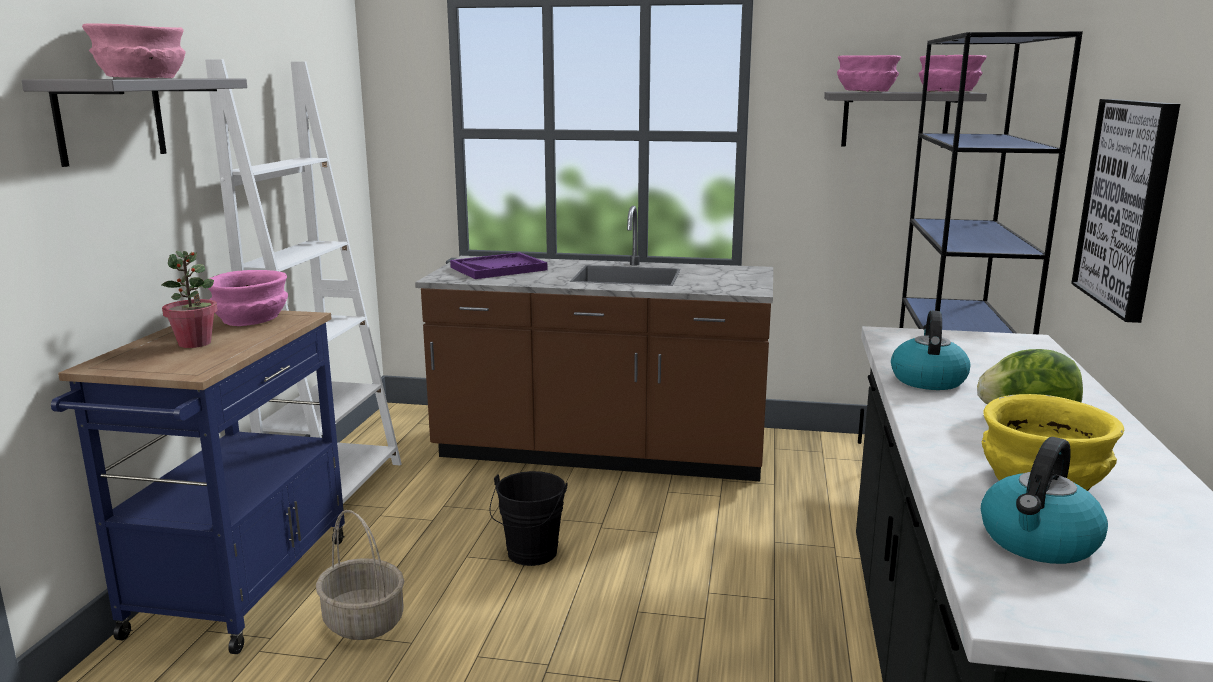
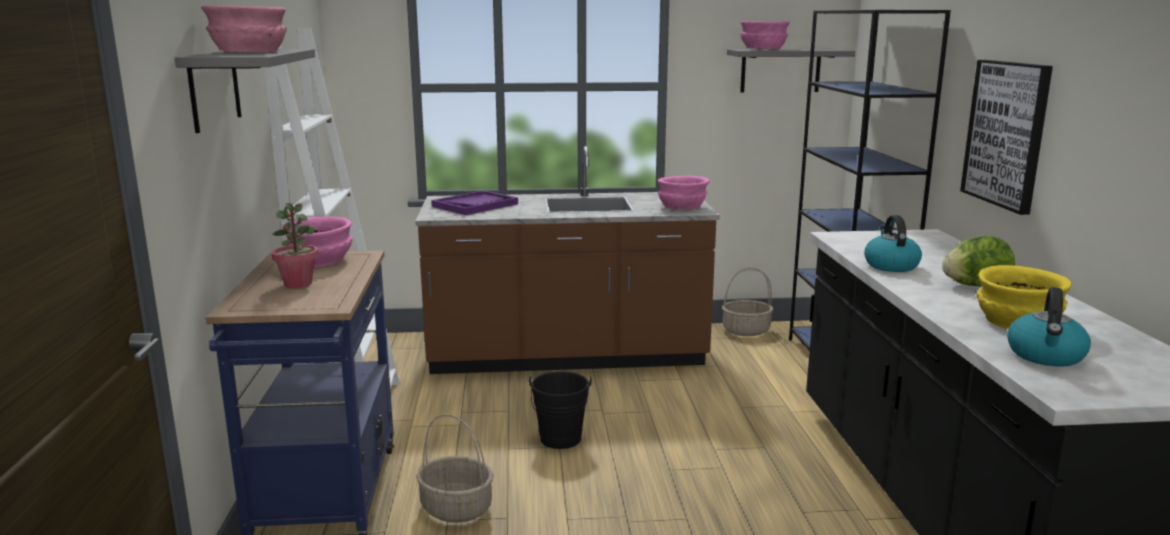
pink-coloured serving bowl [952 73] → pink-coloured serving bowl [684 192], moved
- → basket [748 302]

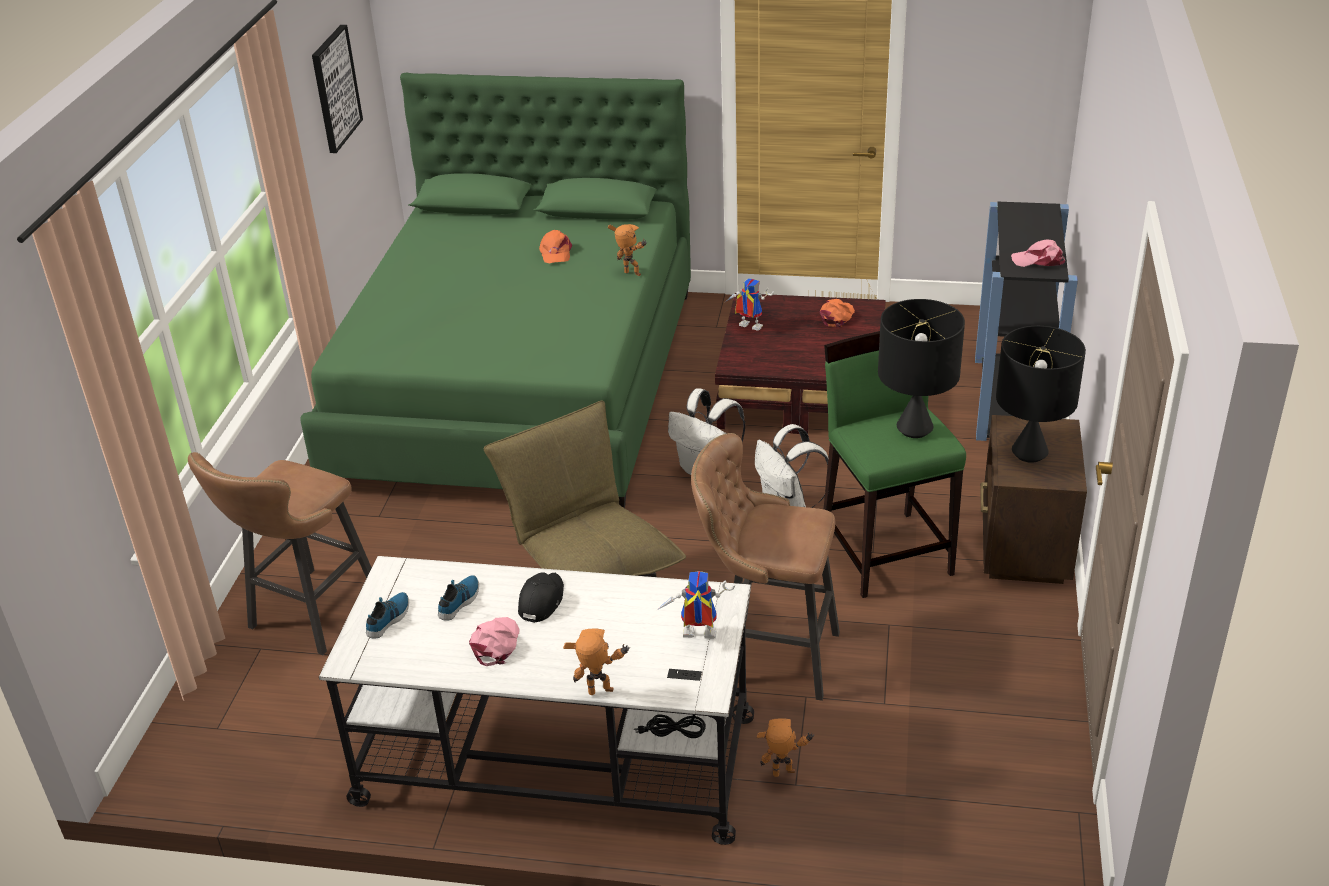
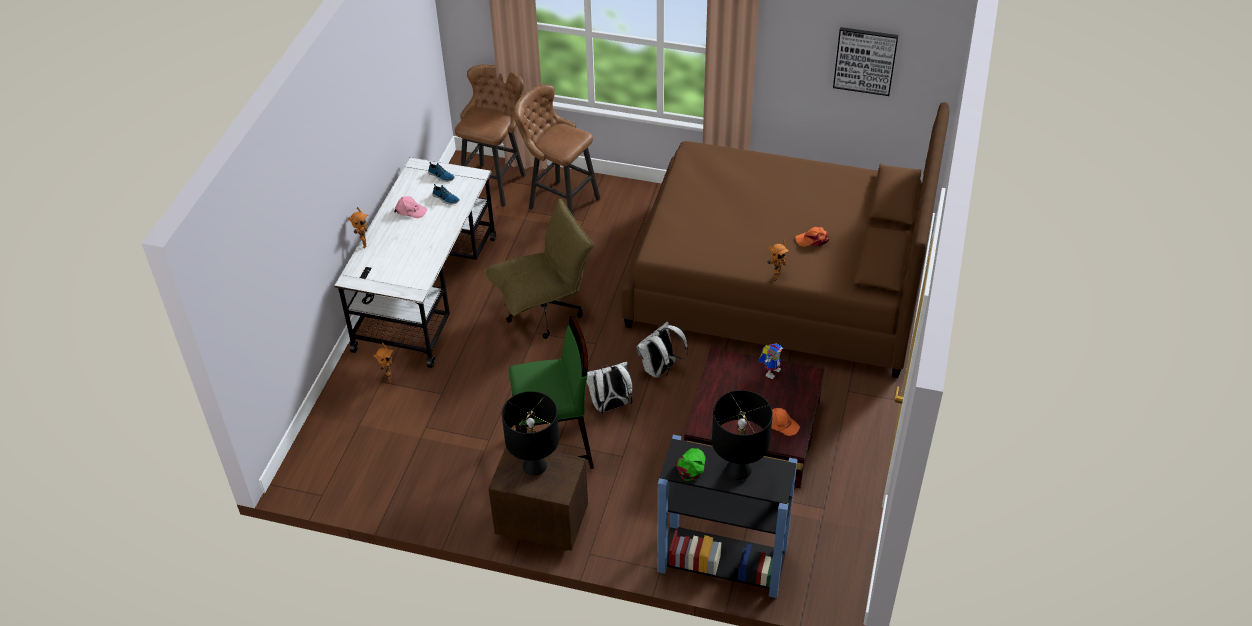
green-coloured bed [496 290] → brownish bed [785 240]
blackish cap [541 597] → -
toy robot [696 605] → -
brownish sitting stool [765 567] → brownish sitting stool [490 135], moved
blackish lamp for a table [921 368] → blackish lamp for a table [742 435], moved
pink-coloured cap [1038 253] → green-coloured cap [691 464]

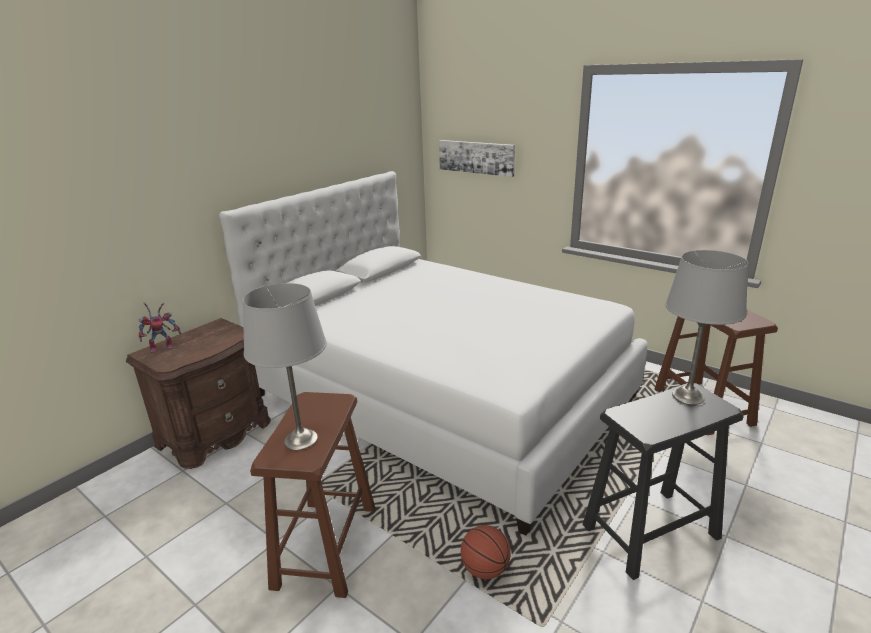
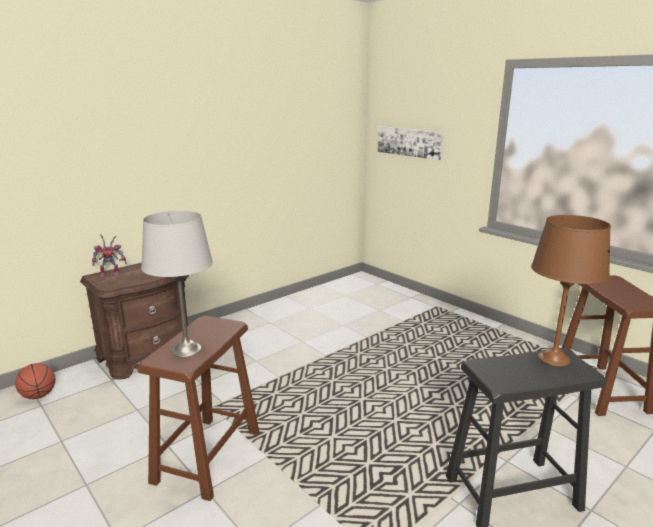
white-coloured bed [433 353] → -
ball for basketball [486 552] → ball for basketball [35 381], moved
greyish lamp for a table [706 327] → brownish lamp for a table [571 290]

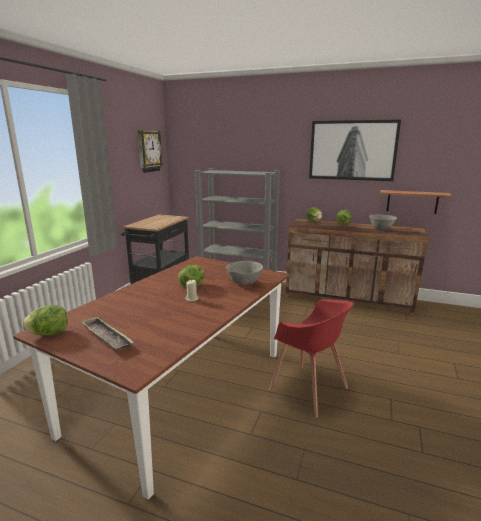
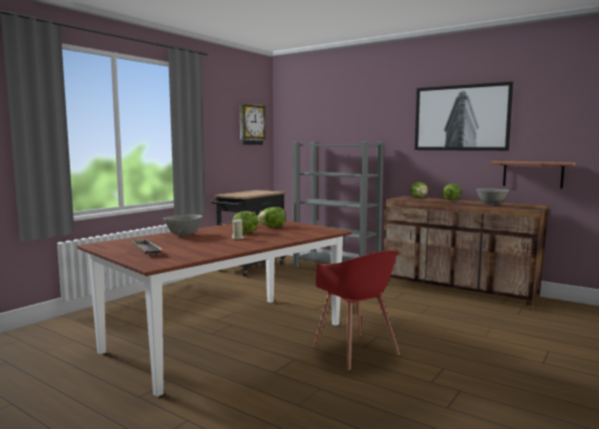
lettuce head [44 320] → lettuce head [272 217], moved
greyish serving bowl [244 273] → greyish serving bowl [183 225], moved

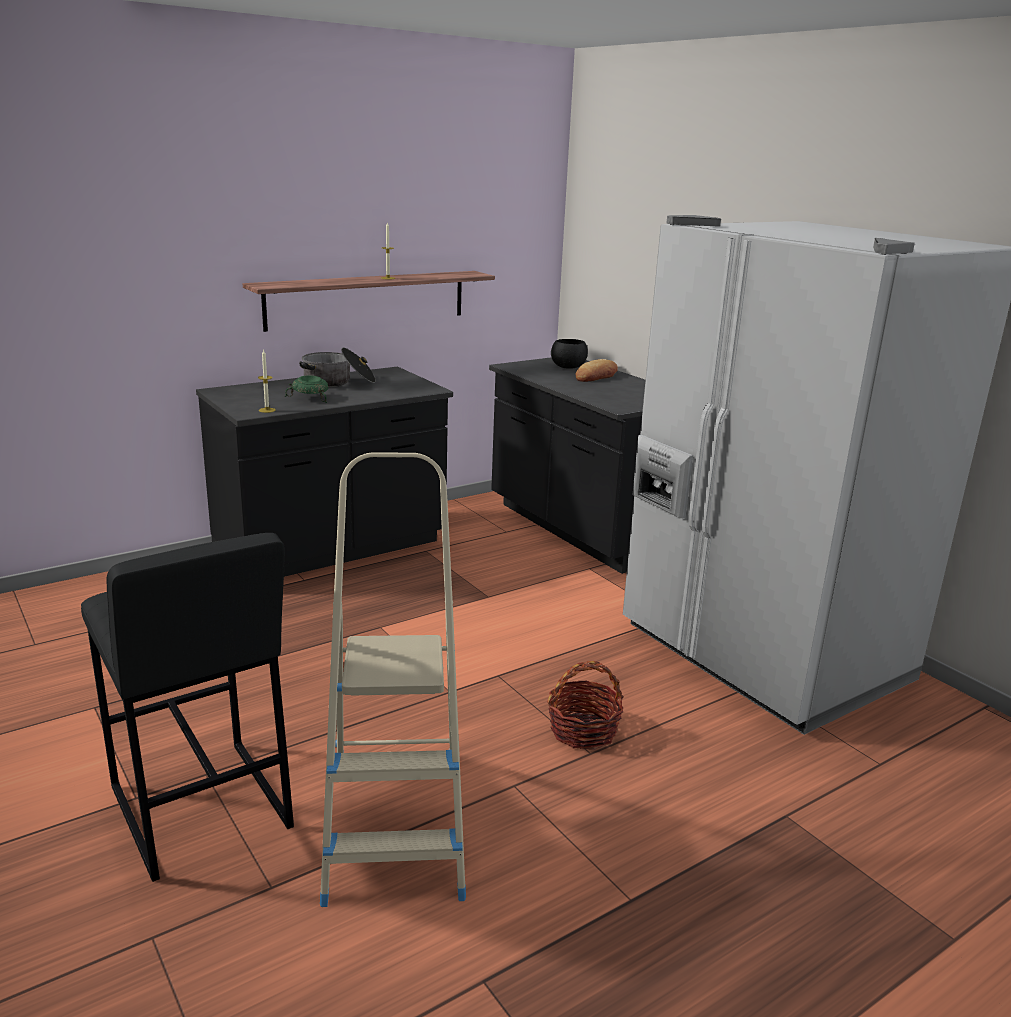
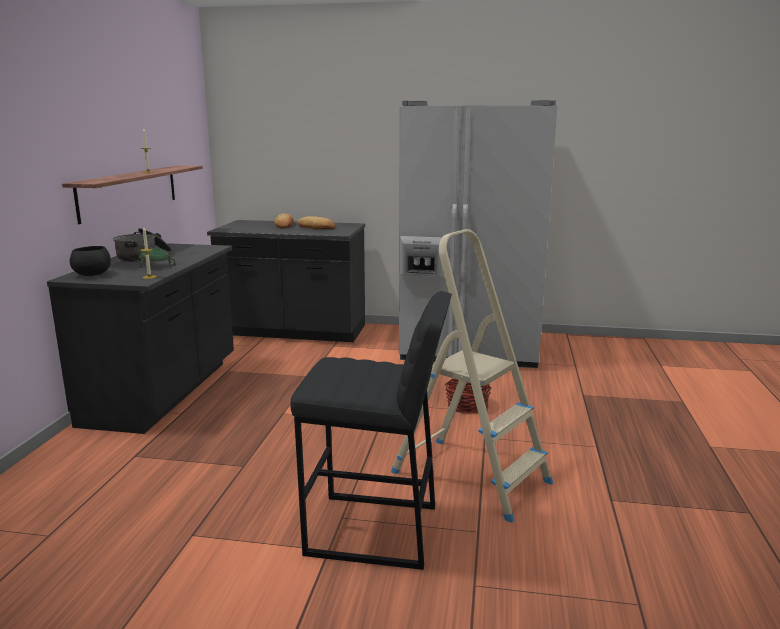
blackish serving bowl [569 354] → blackish serving bowl [90 261], moved
- → bread [316 222]

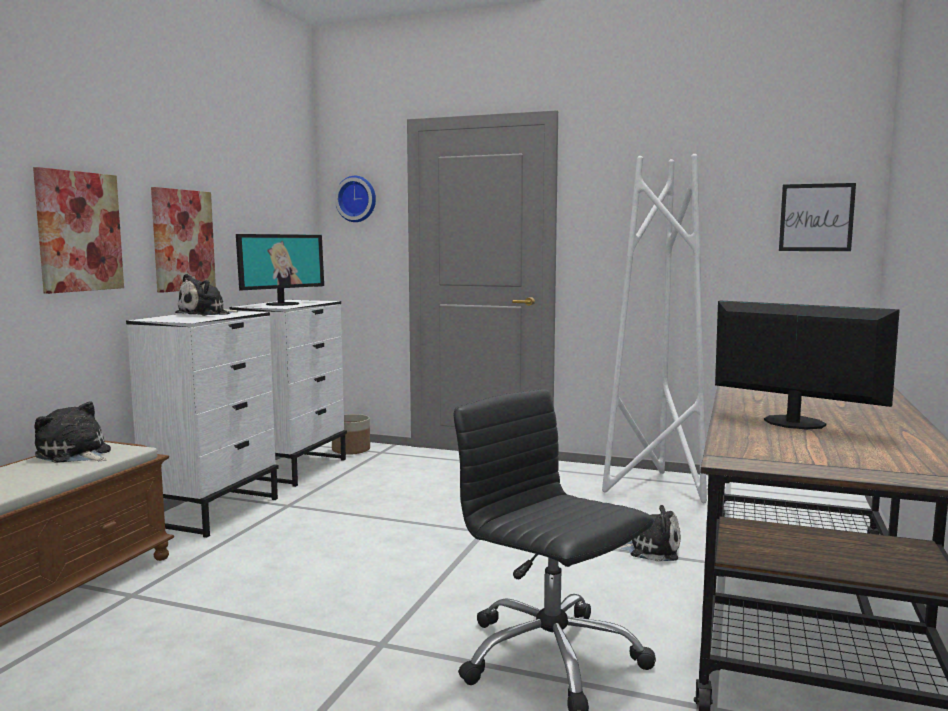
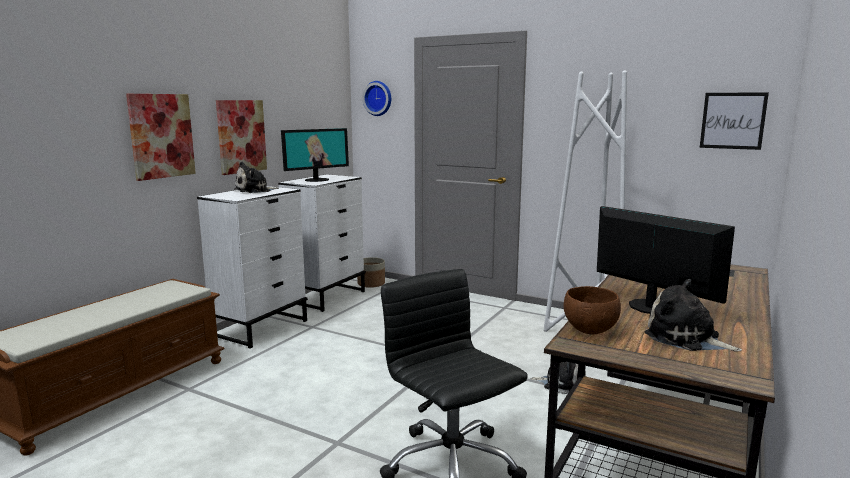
cuddly toy [72 432] → cuddly toy [693 315], moved
- → brownish serving bowl [592 310]

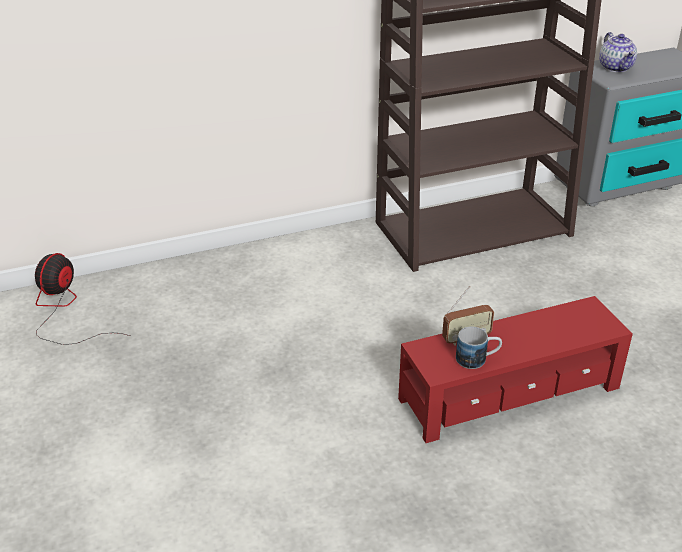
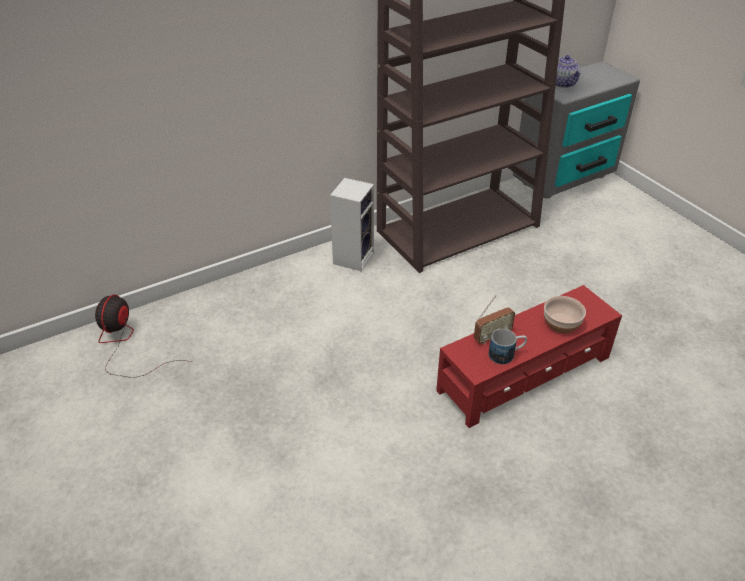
- → speaker [352 224]
- → serving bowl [565 314]

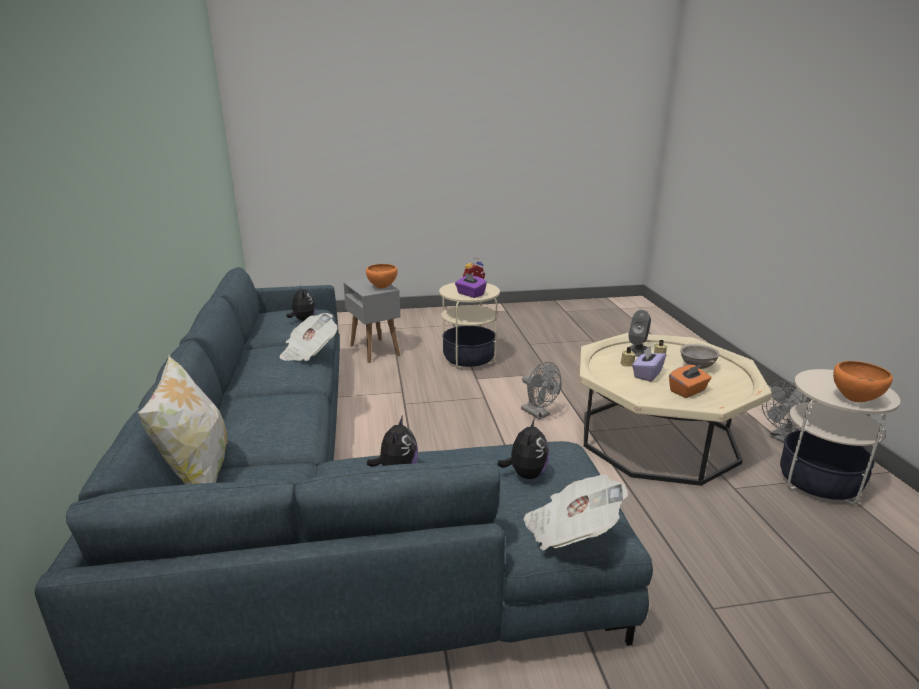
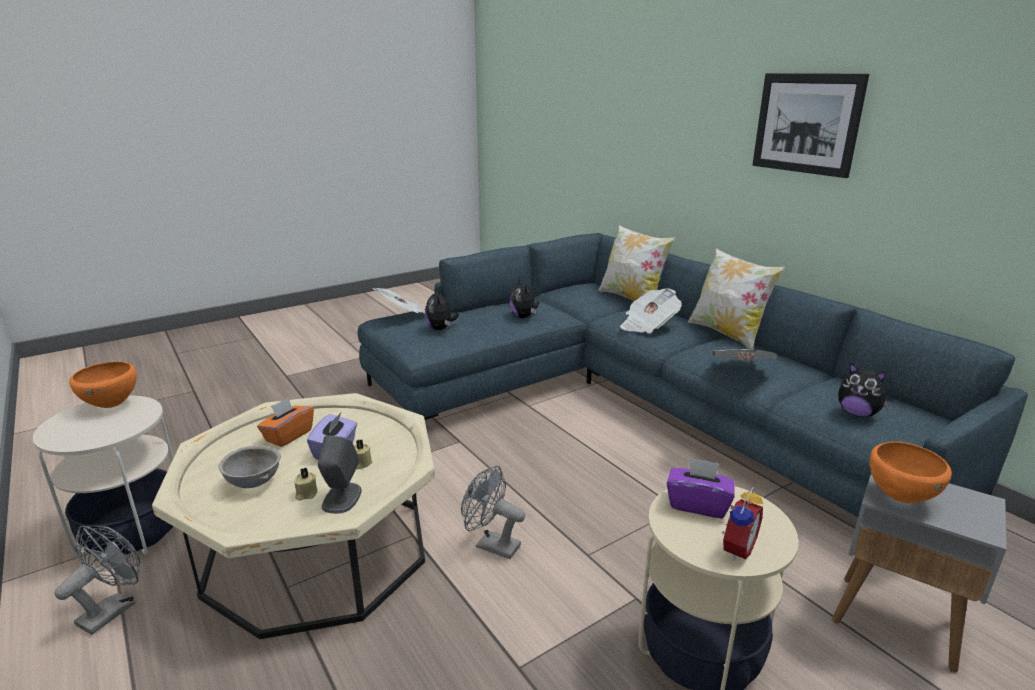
- → printed paper [651 310]
- → pillow [736 299]
- → wall art [810 125]

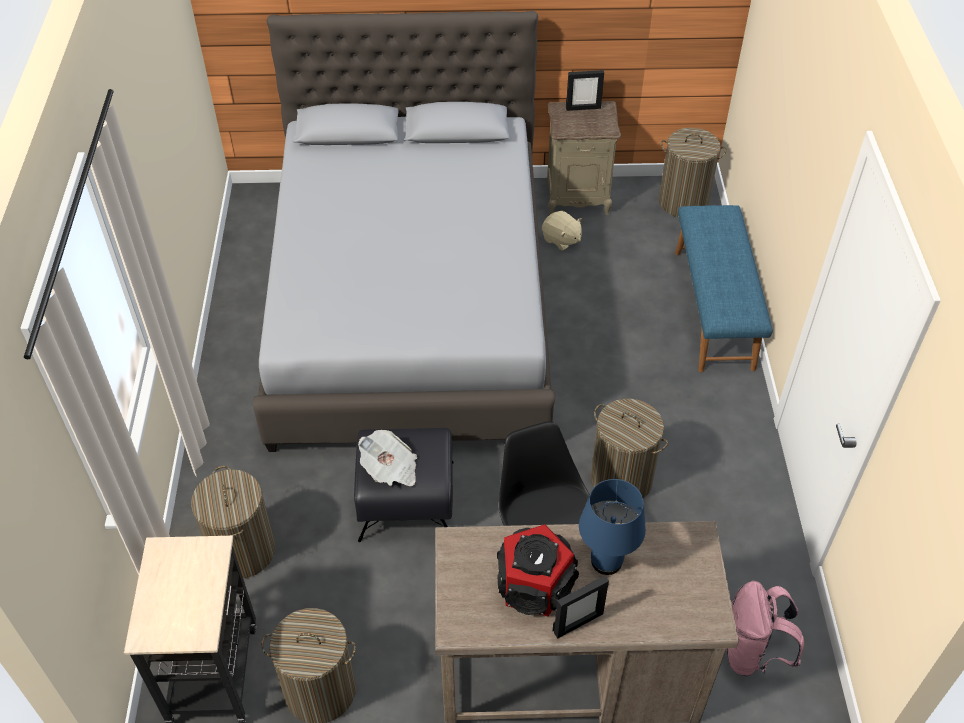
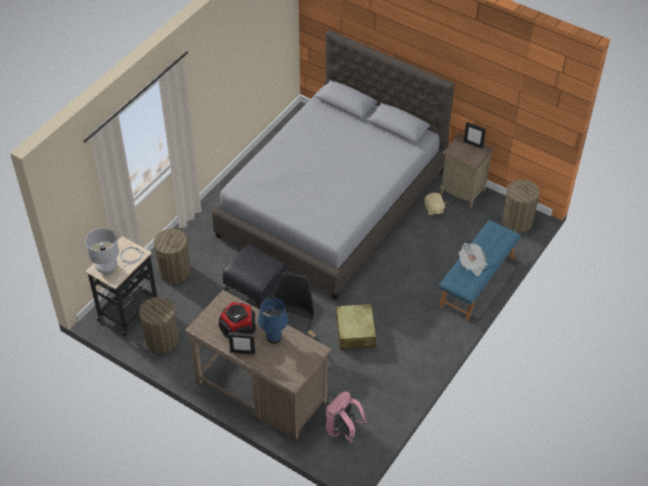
printed paper [387 458] → printed paper [473 259], moved
washing basket [629 451] → beige-coloured piece of luggage [355 327]
- → greyish lamp for a table [115 251]

